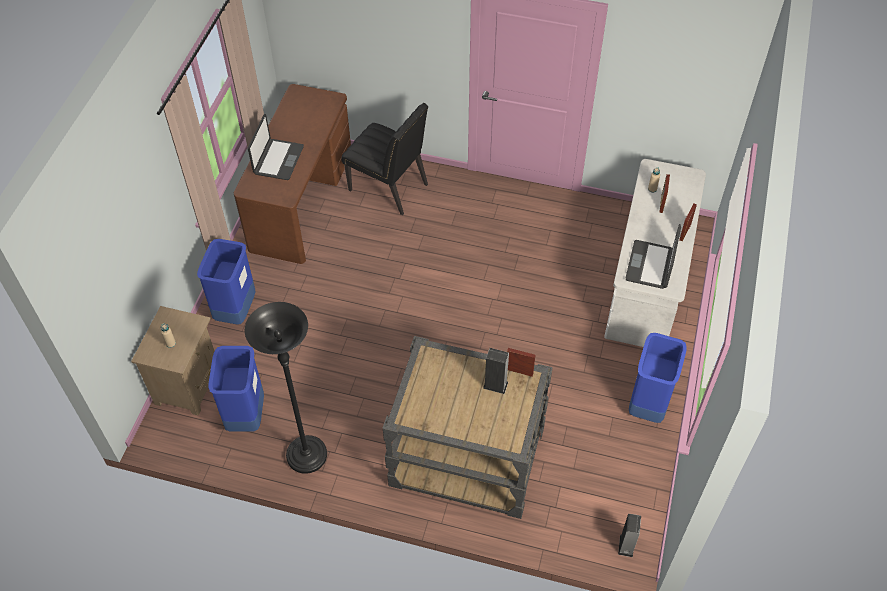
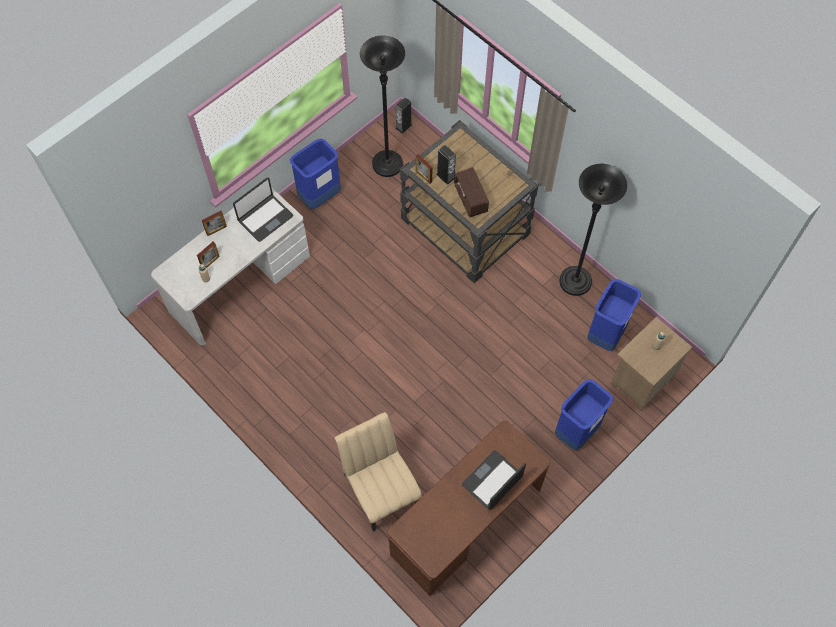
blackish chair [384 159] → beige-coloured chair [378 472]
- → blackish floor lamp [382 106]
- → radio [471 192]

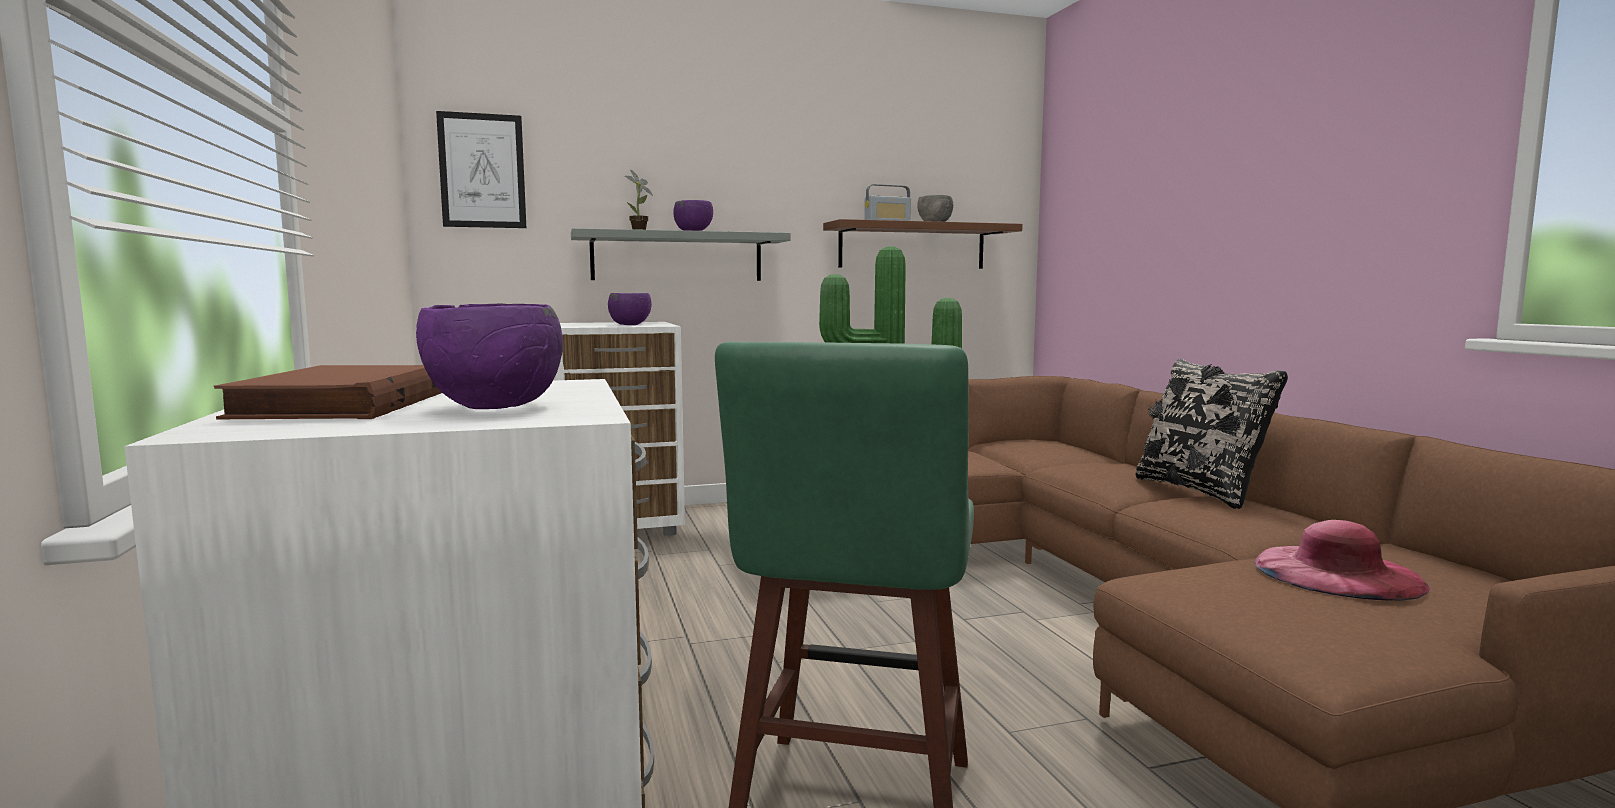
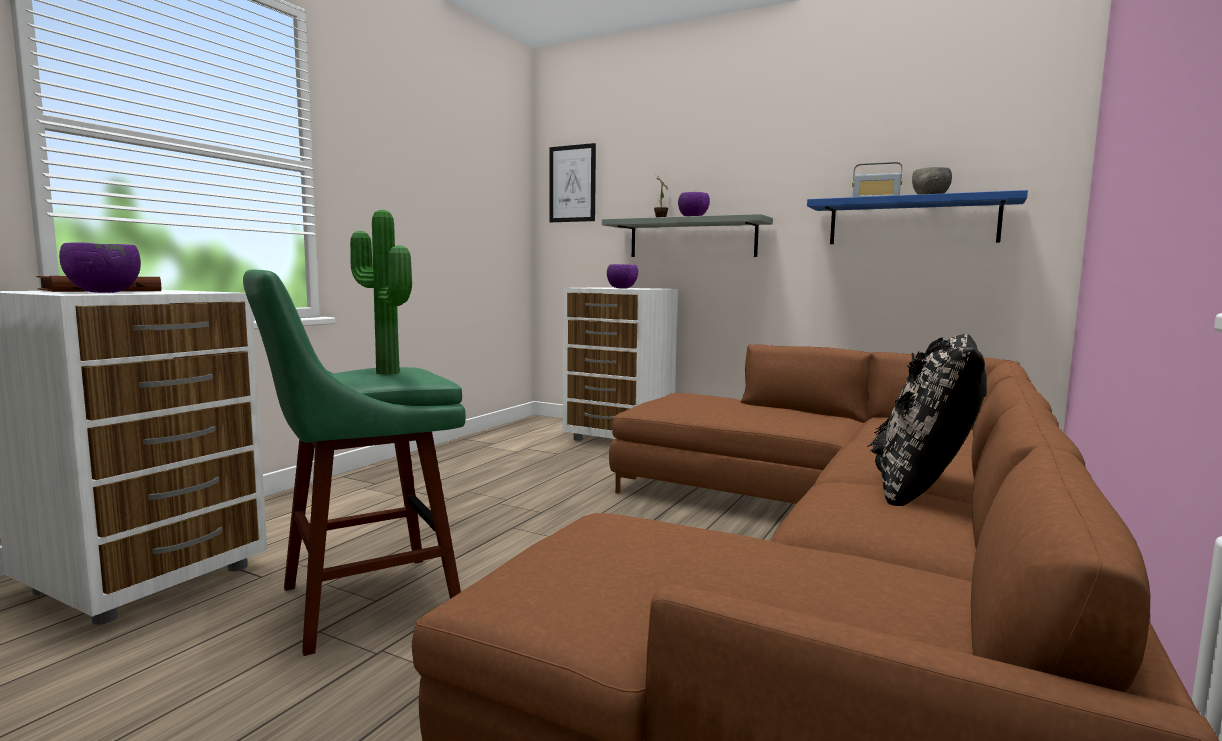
brownish wall shelf [923 244] → blue-coloured wall shelf [917 217]
pink-coloured wearable hat [1342 560] → -

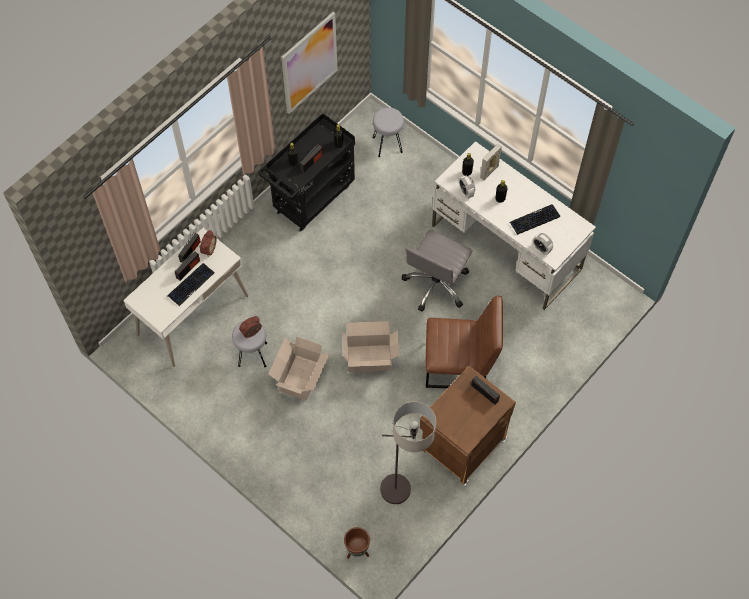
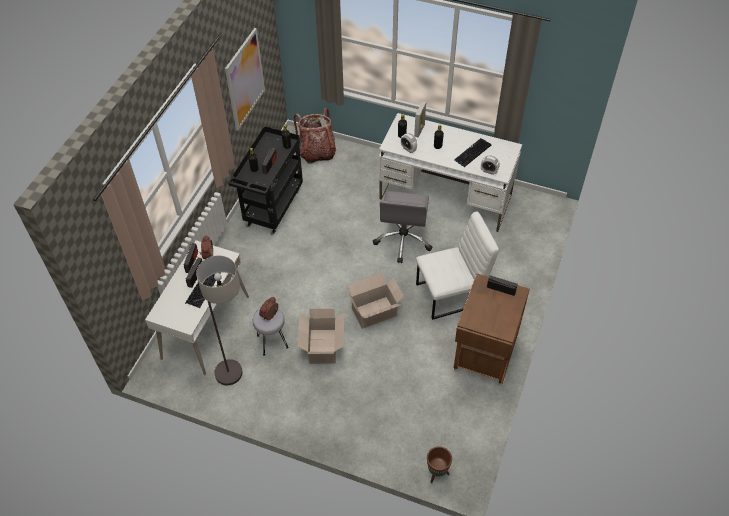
greyish sitting stool [388 132] → backpack [315 136]
greyish floor lamp [408 453] → greyish floor lamp [218 320], moved
brownish chair [464 342] → white-coloured chair [457 265]

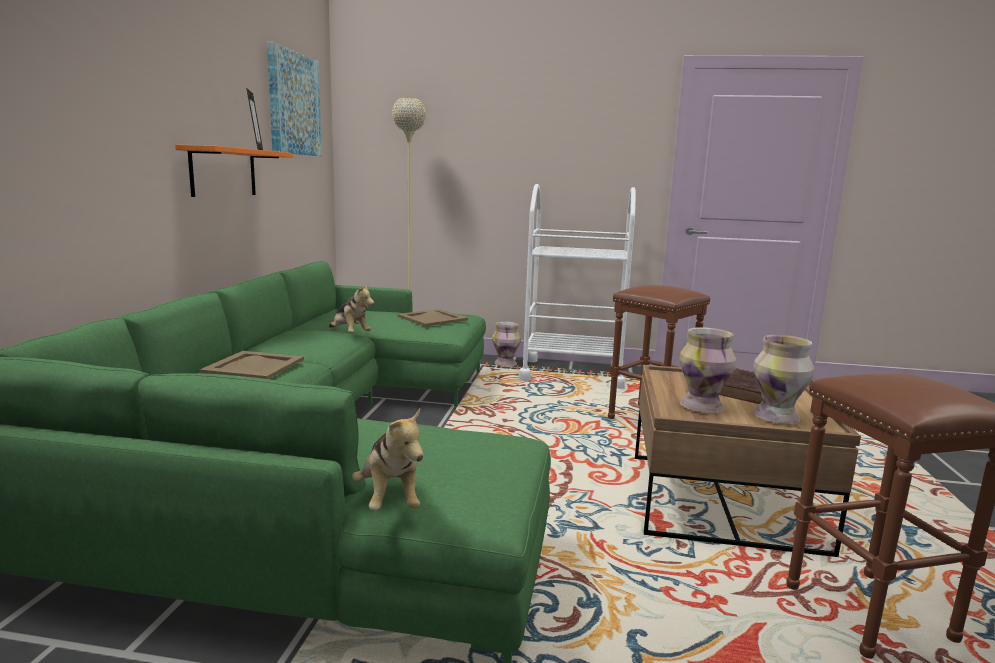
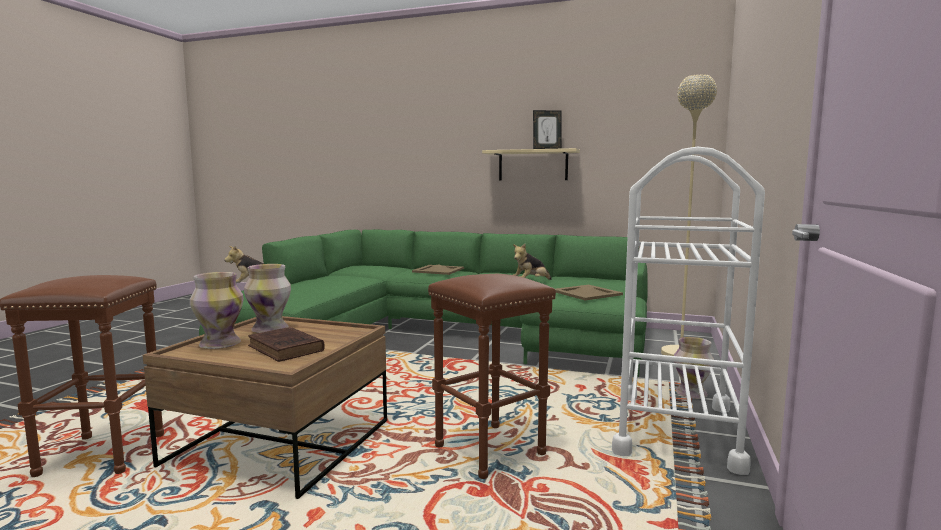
orange wall shelf [234 170] → beige-coloured wall shelf [531 164]
wall art [294 99] → -

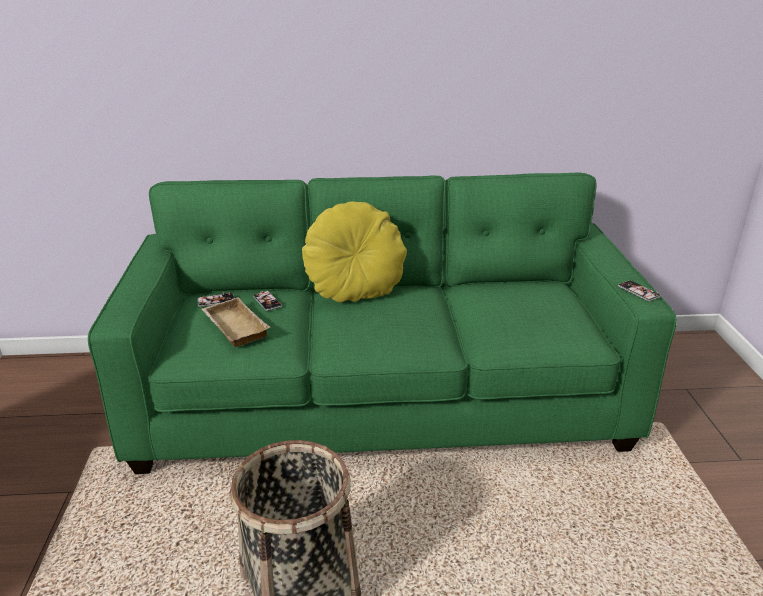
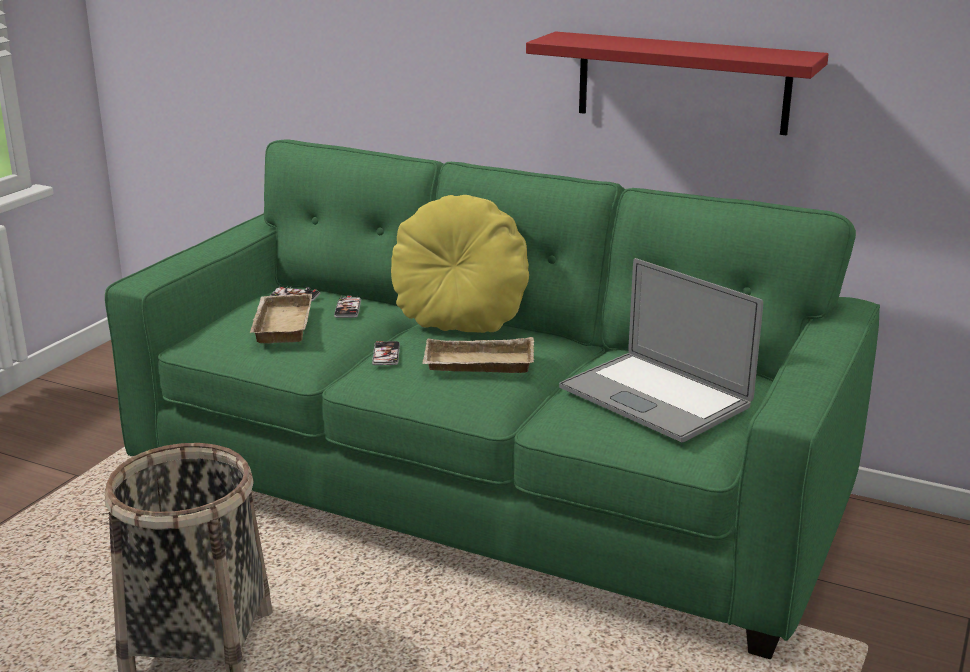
phone [639 290] → phone [386 353], moved
- → beige-coloured tray [478 355]
- → red wall shelf [677 83]
- → notebook computer [661 350]

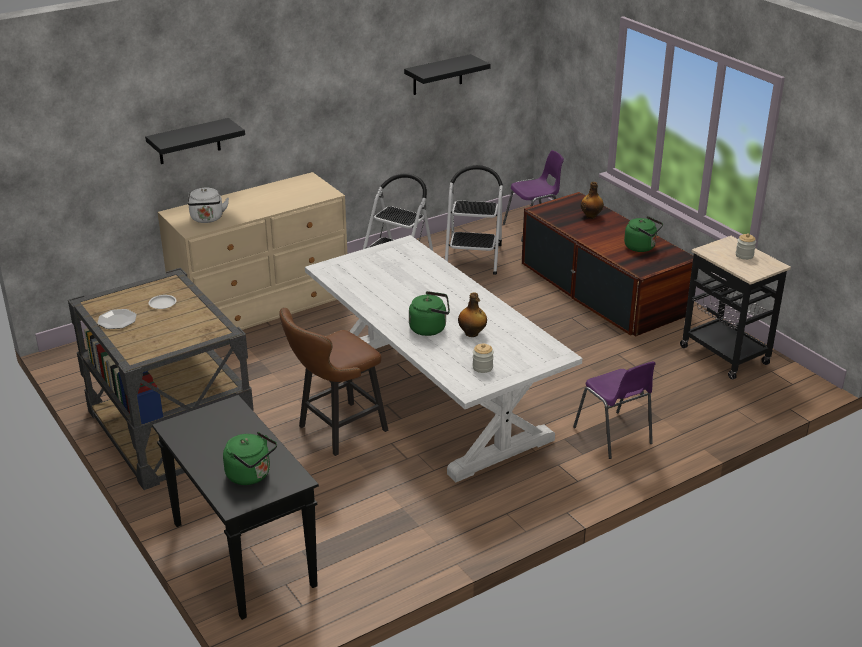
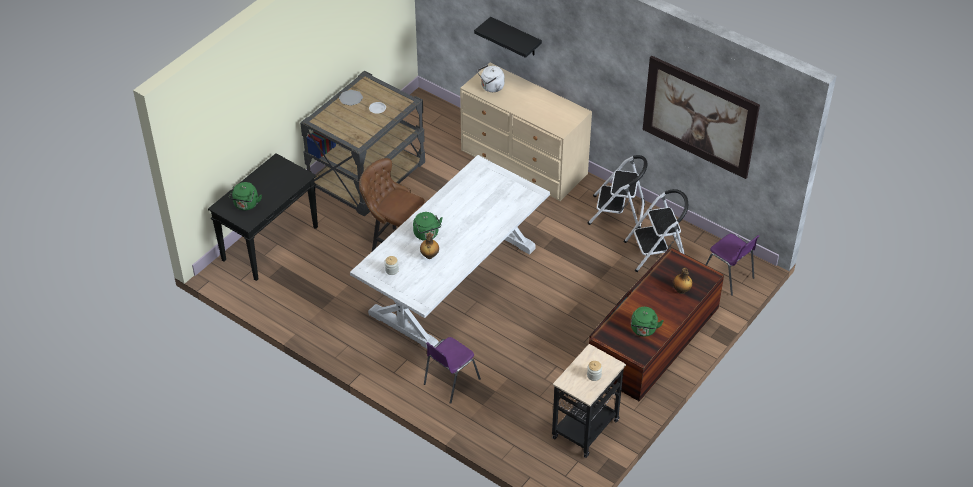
blackish wall shelf [447 74] → wall art [701 117]

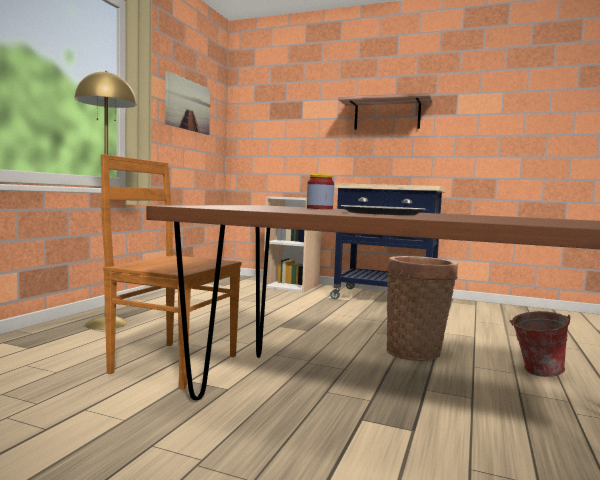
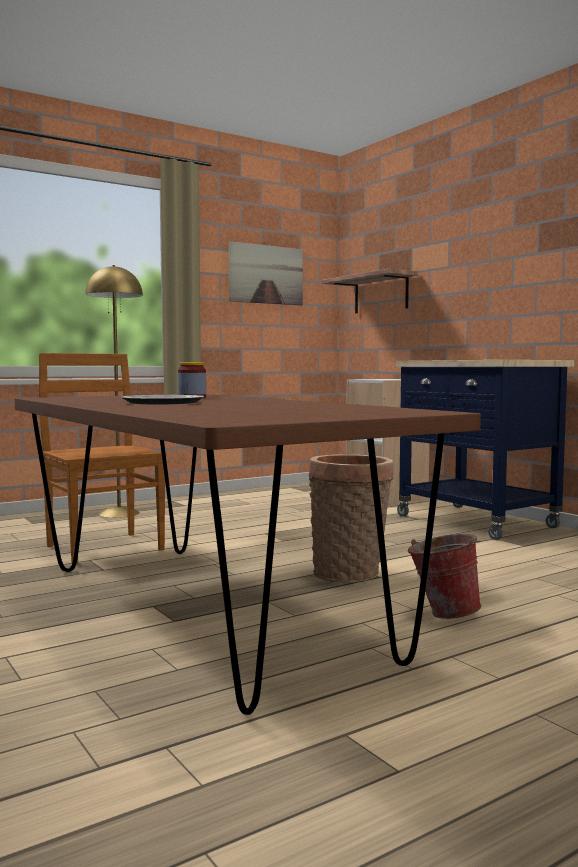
wall shelf [385 111] → wall shelf [369 291], moved

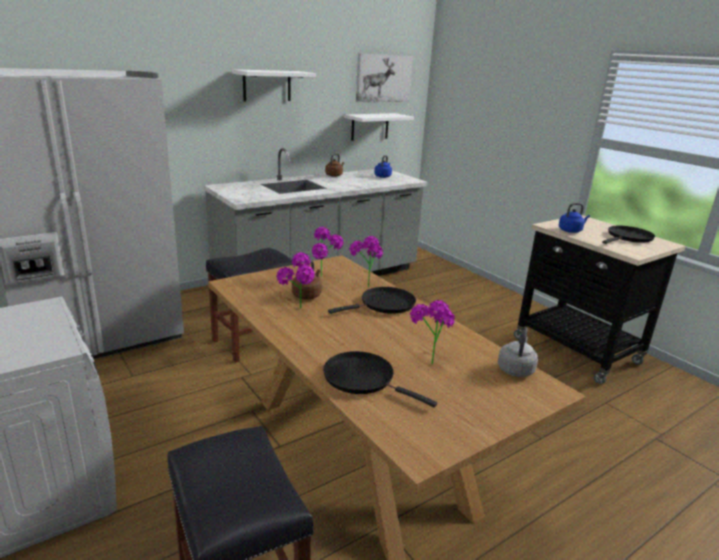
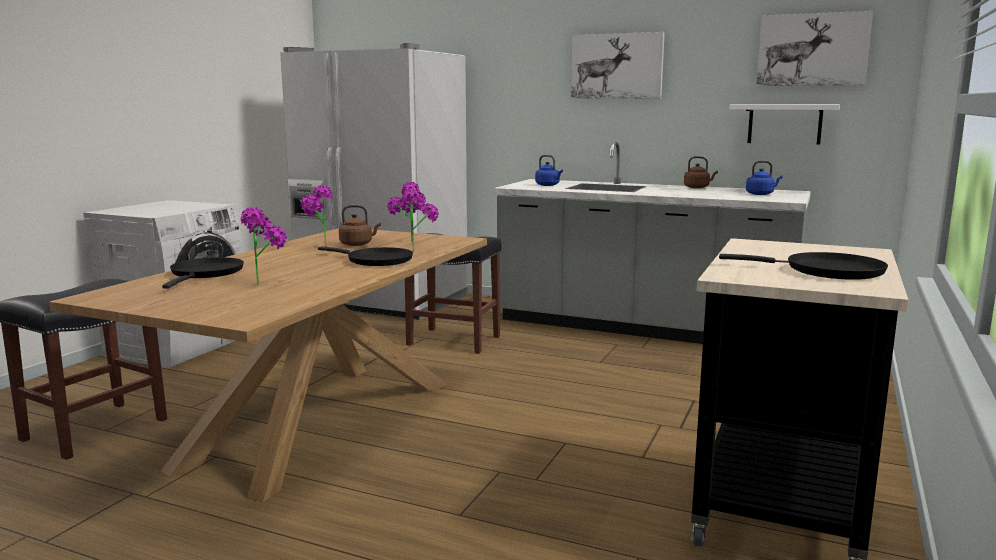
white-coloured wall shelf [274 85] → wall art [618 65]
greyish tea kettle [518 352] → -
blue-coloured tea kettle [574 218] → blue-coloured tea kettle [549 170], moved

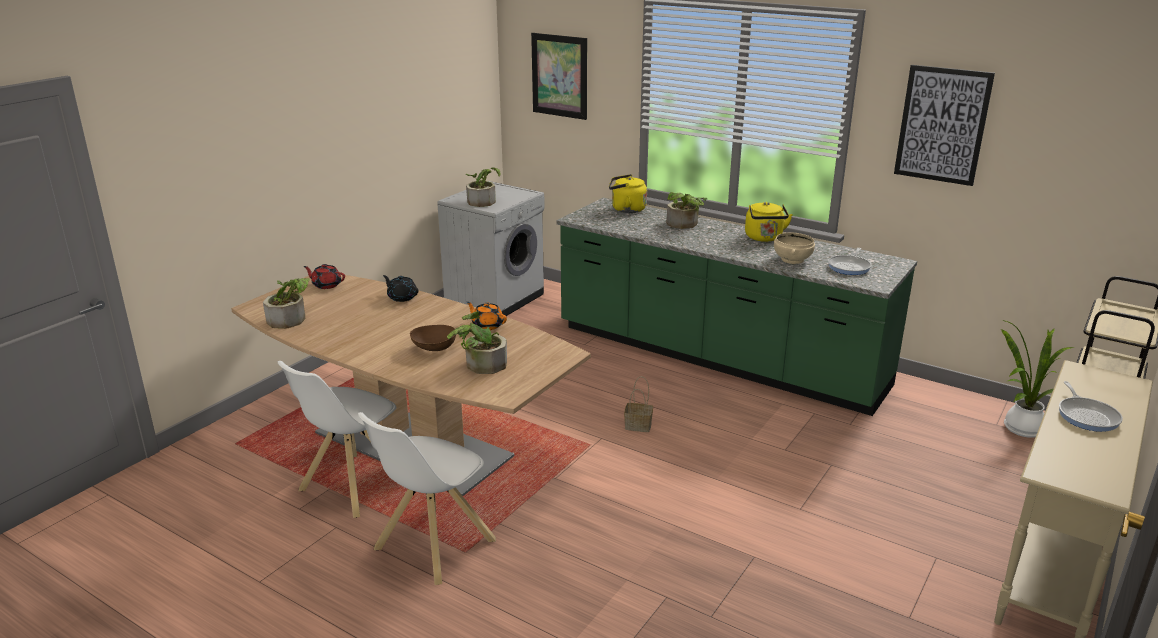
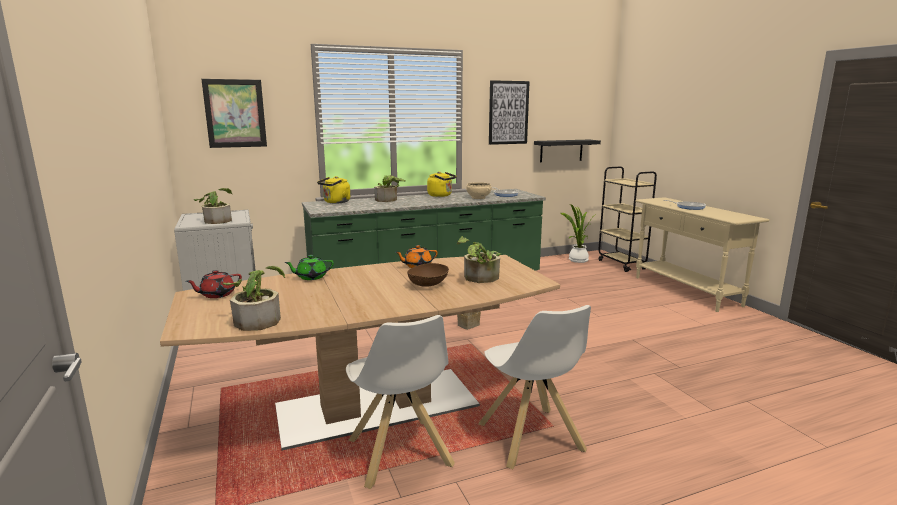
blackish tea pot [400 288] → green-coloured tea pot [309 267]
- → blackish wall shelf [567 151]

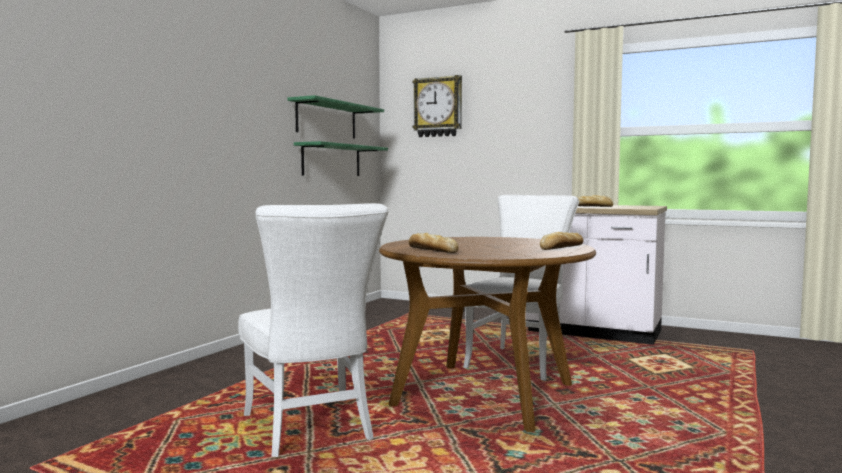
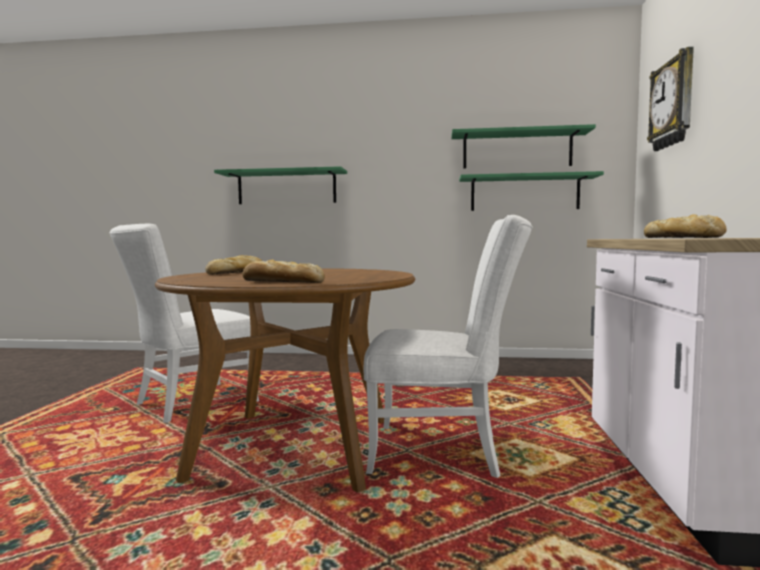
- → green-coloured wall shelf [280 185]

